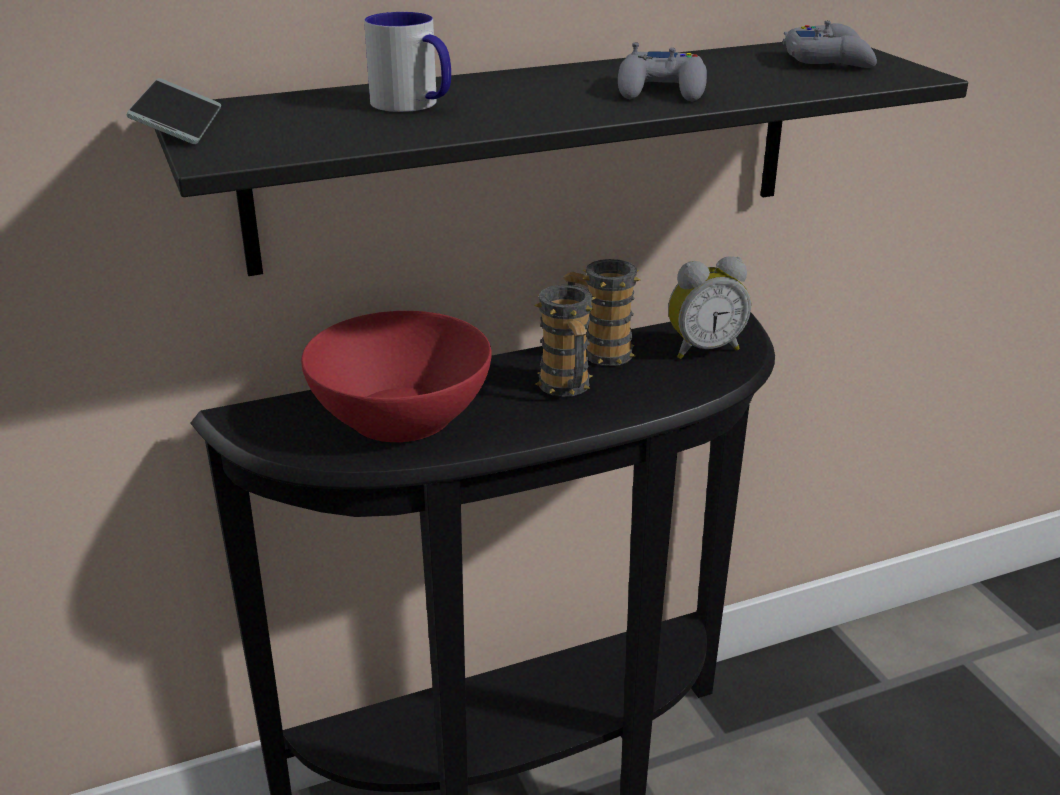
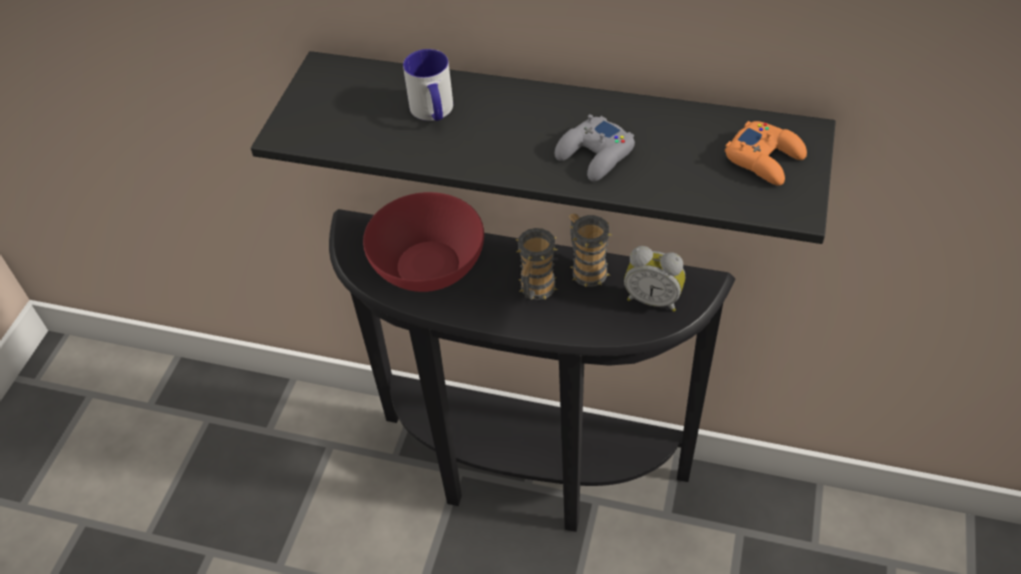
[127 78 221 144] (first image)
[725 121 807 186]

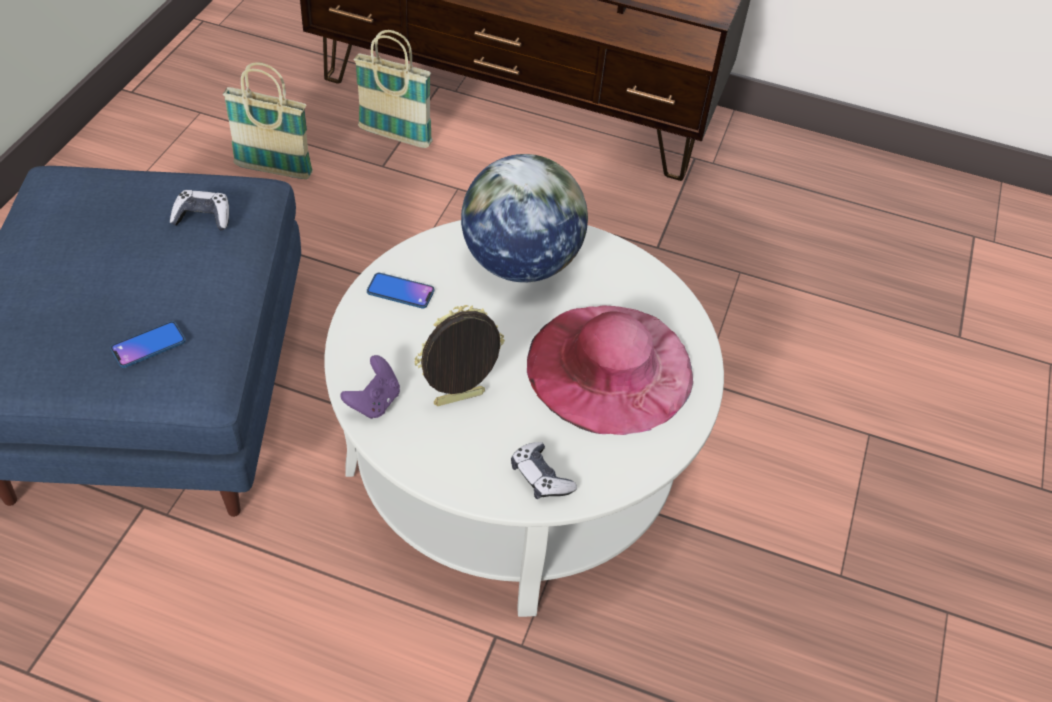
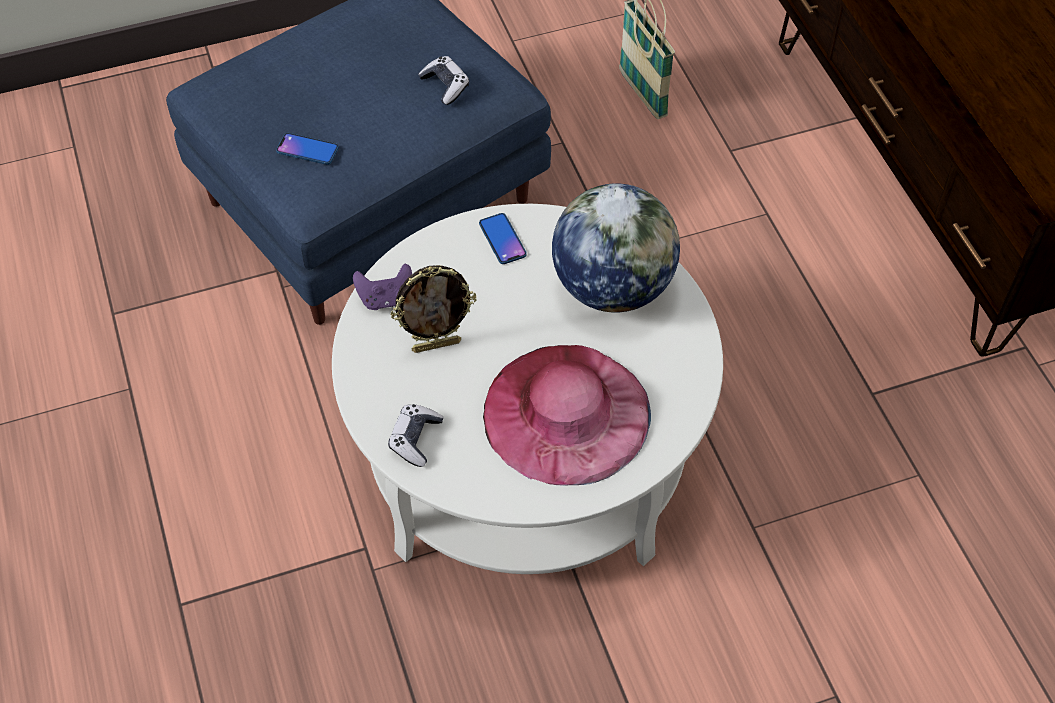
[353 30 433 148] (first image)
[391 265 476 353]

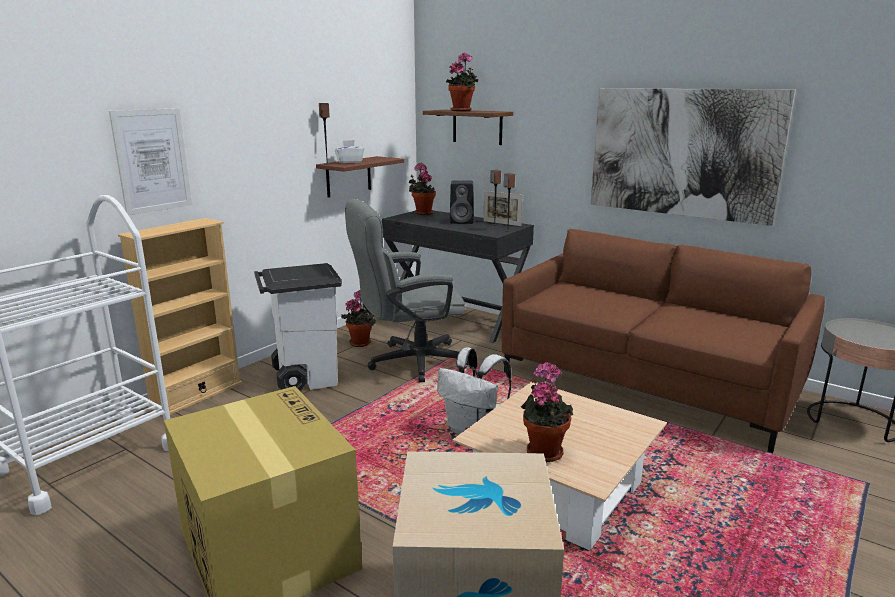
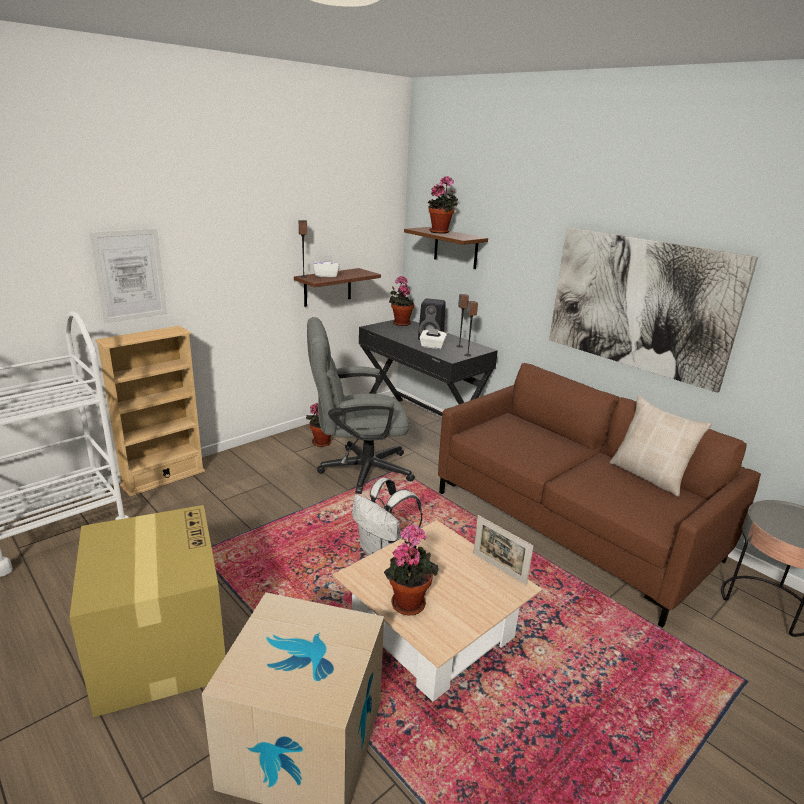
[254 263 342 391] (first image)
[420 328 447 349]
[609 396 712 497]
[473 515 533 585]

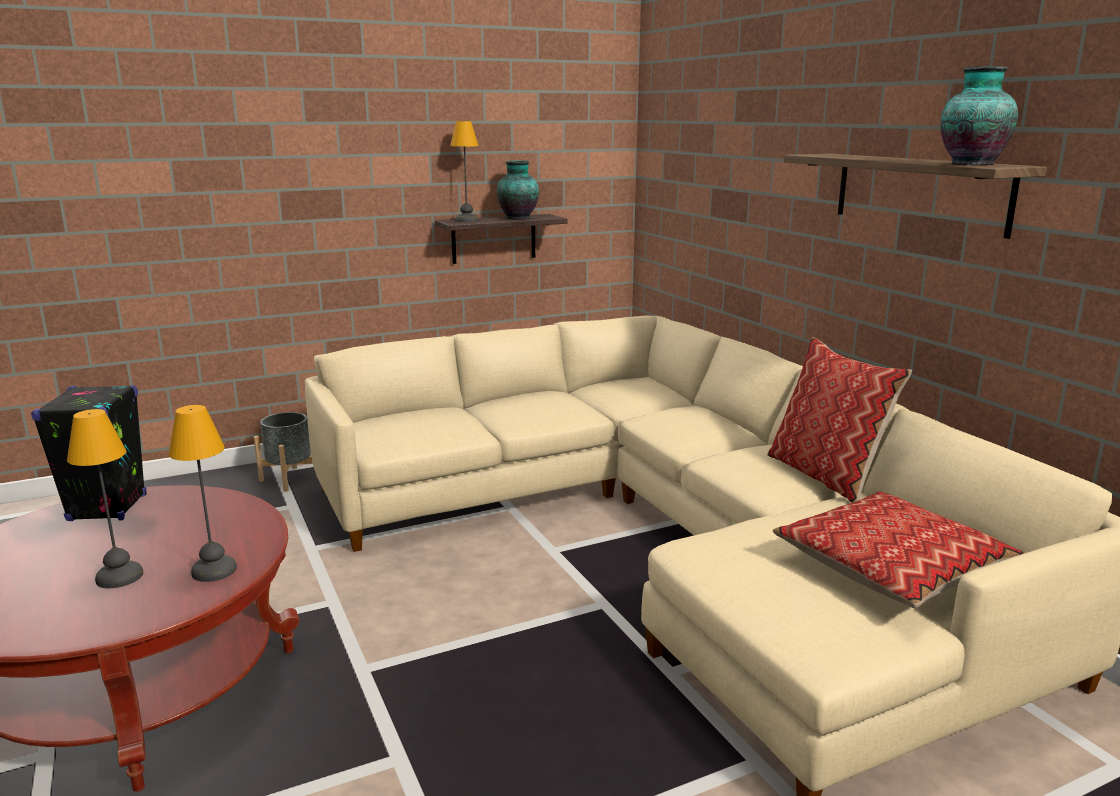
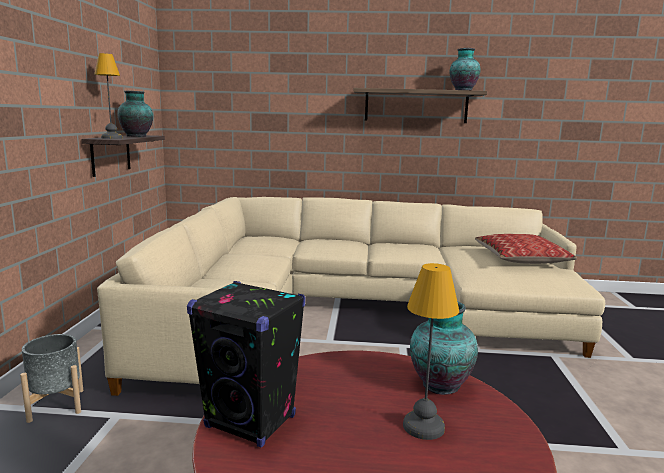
[767 337 912 503] (first image)
[410 301 478 395]

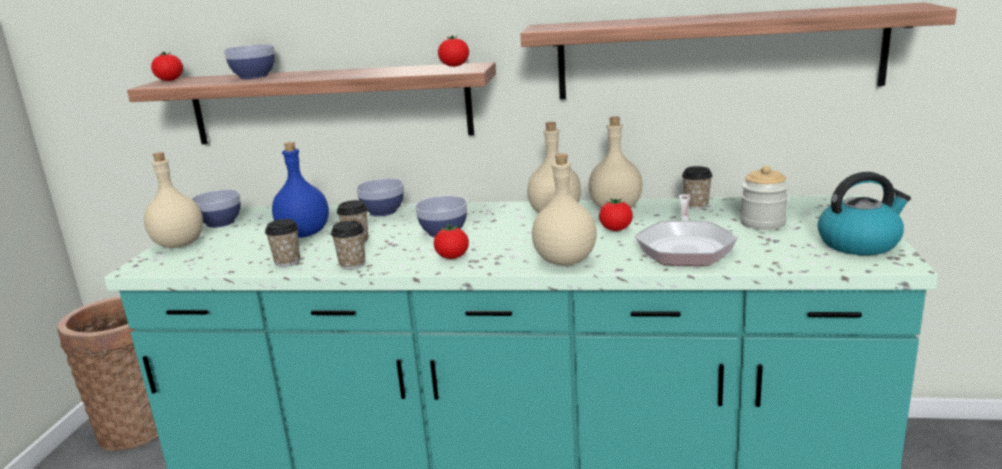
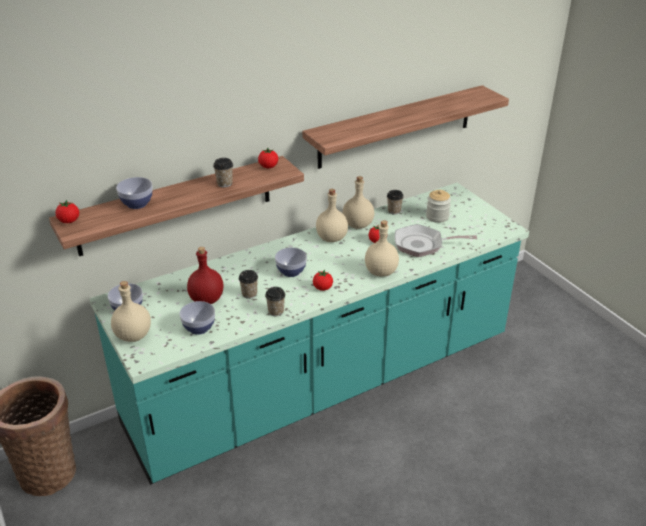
[817 172 911 255] (first image)
[213 158 233 187]
[180 301 215 335]
[187 247 223 304]
[395 224 477 257]

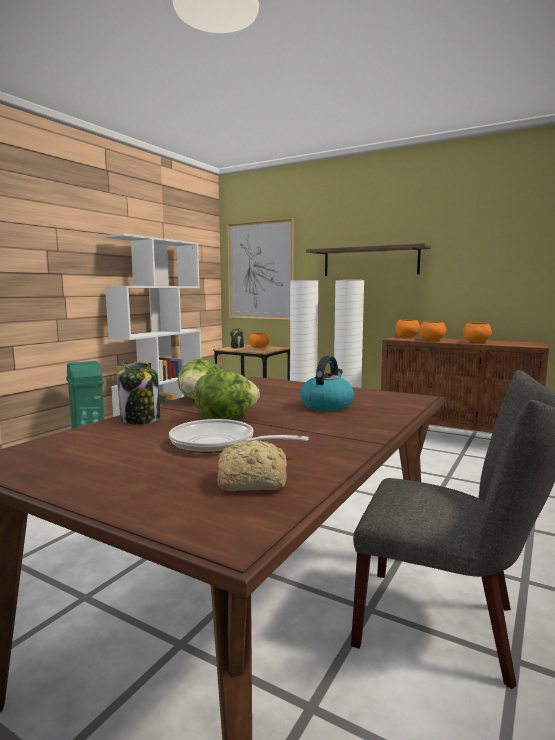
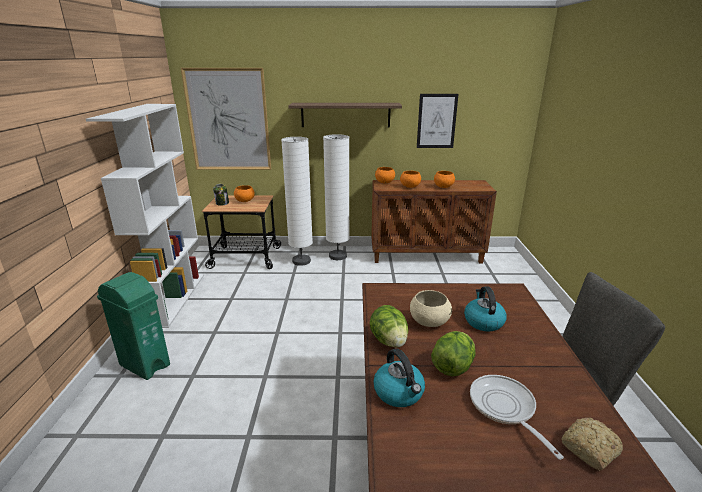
[410 290 452 327]
[417 94 458 148]
[373 348 425 407]
[470 375 564 460]

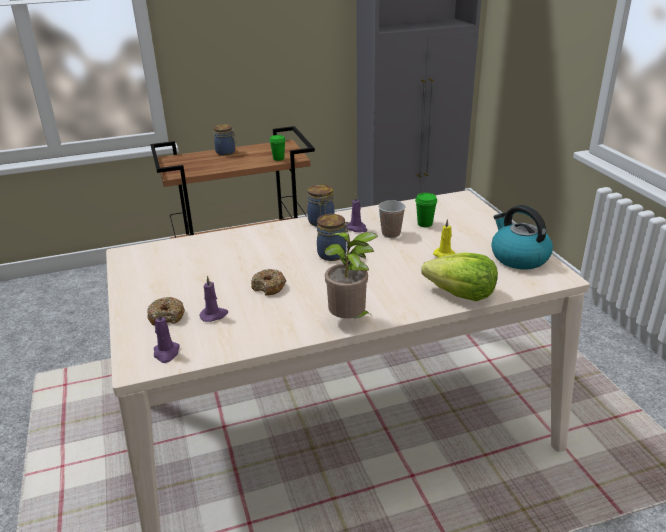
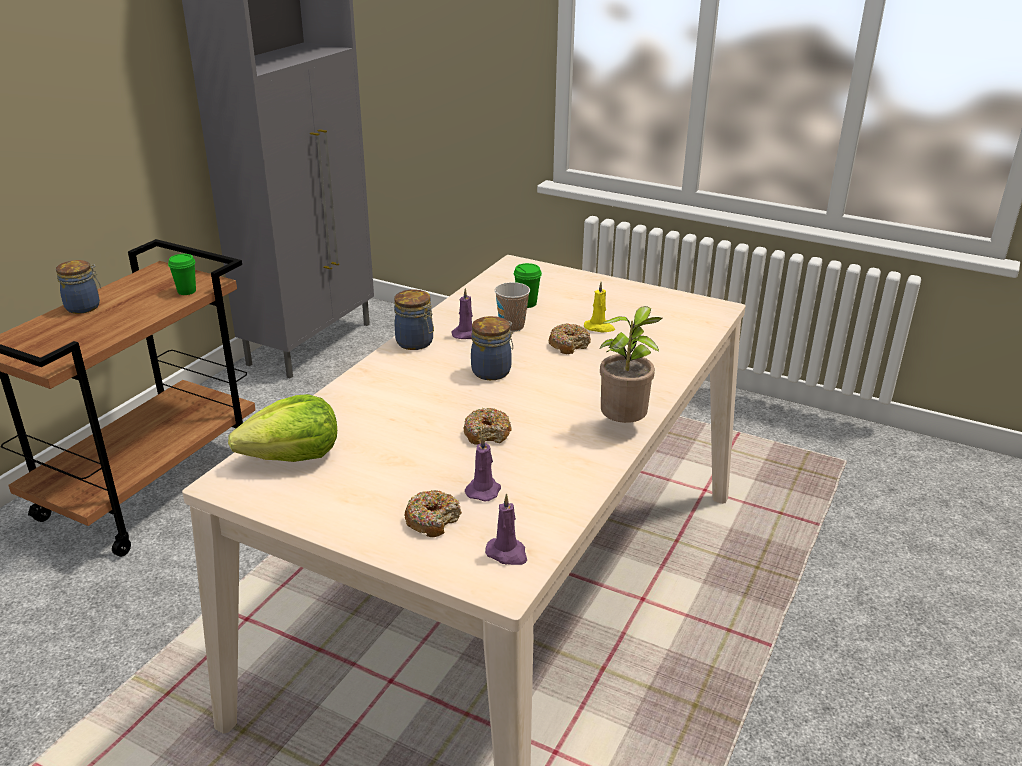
[491 205 553 270] (first image)
[549 324 591 354]
[228 394 337 462]

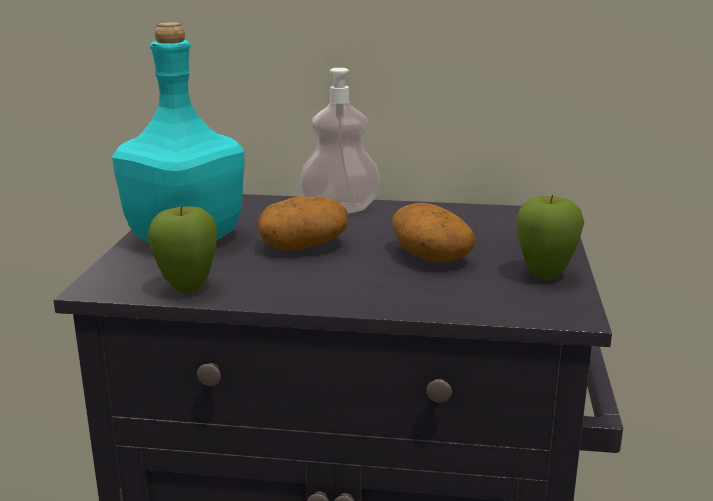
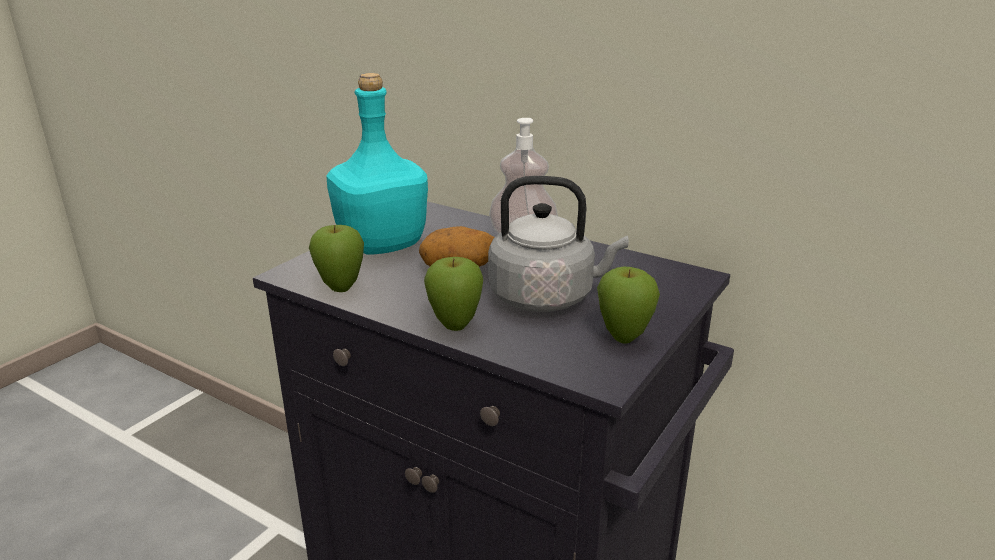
[424 257 483 331]
[488 176 629 312]

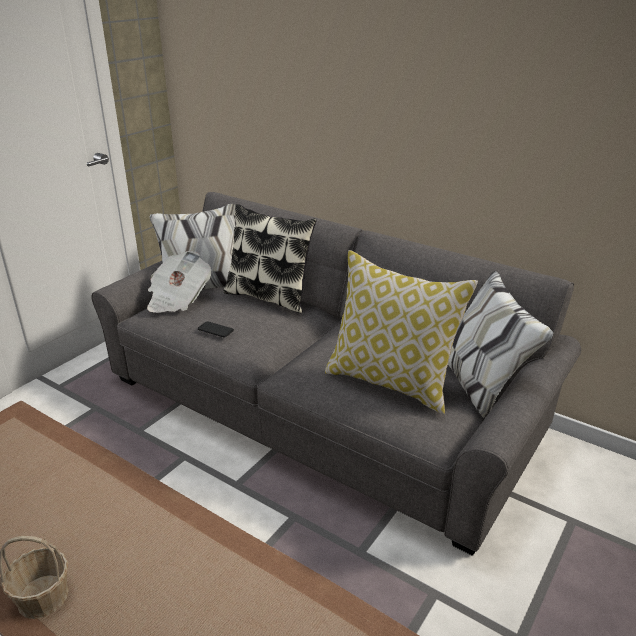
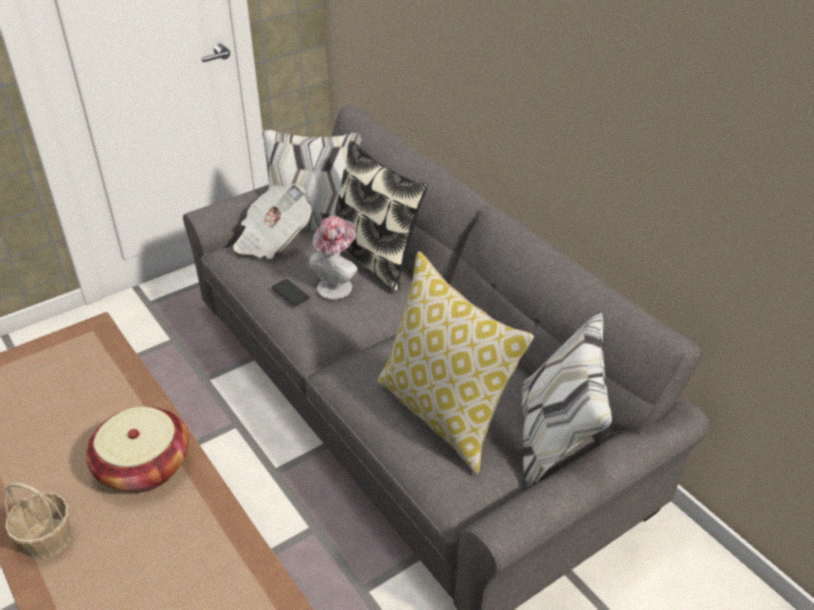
[86 407 189 493]
[309 216 358 299]

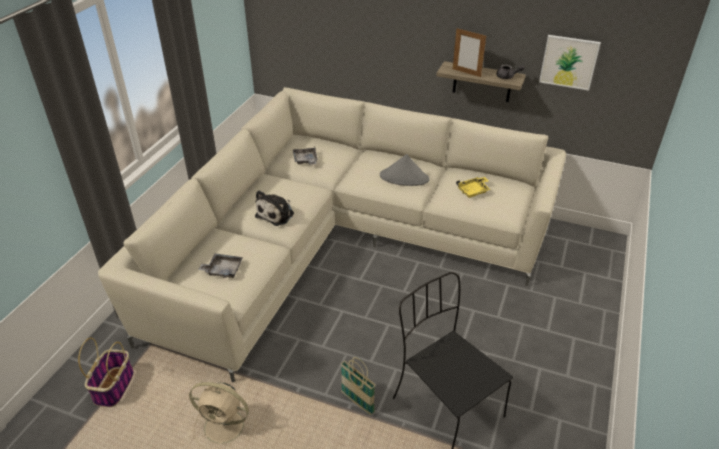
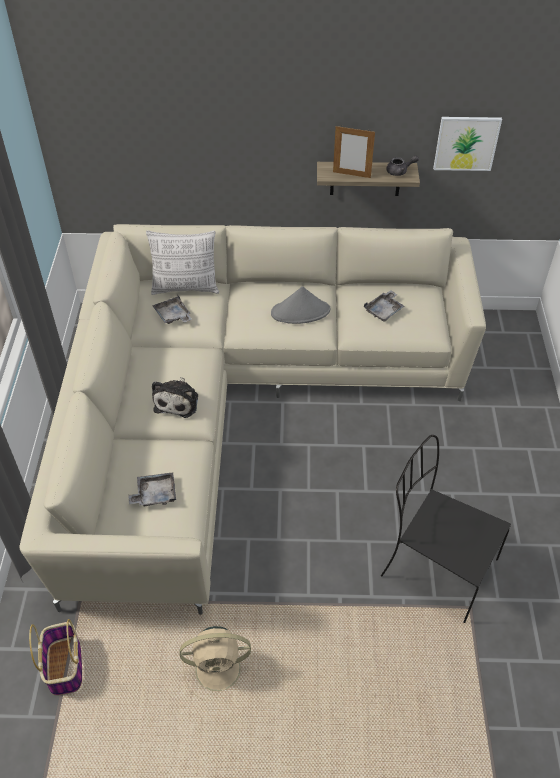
[341 357 376 415] (first image)
[146 231 219 295]
[364 290 404 322]

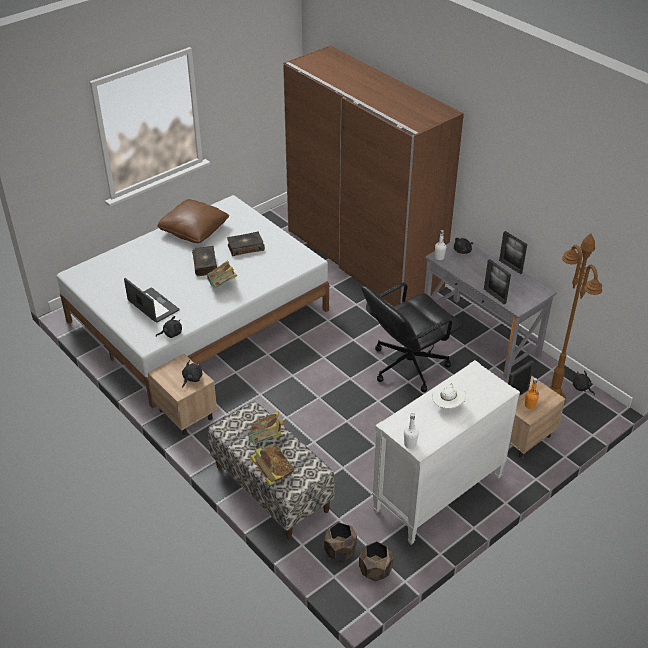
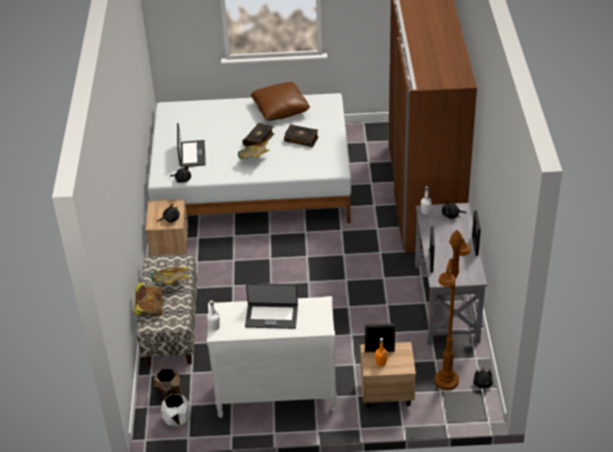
[362 283 463 392] (first image)
[245 283 298 329]
[161 394 190 427]

